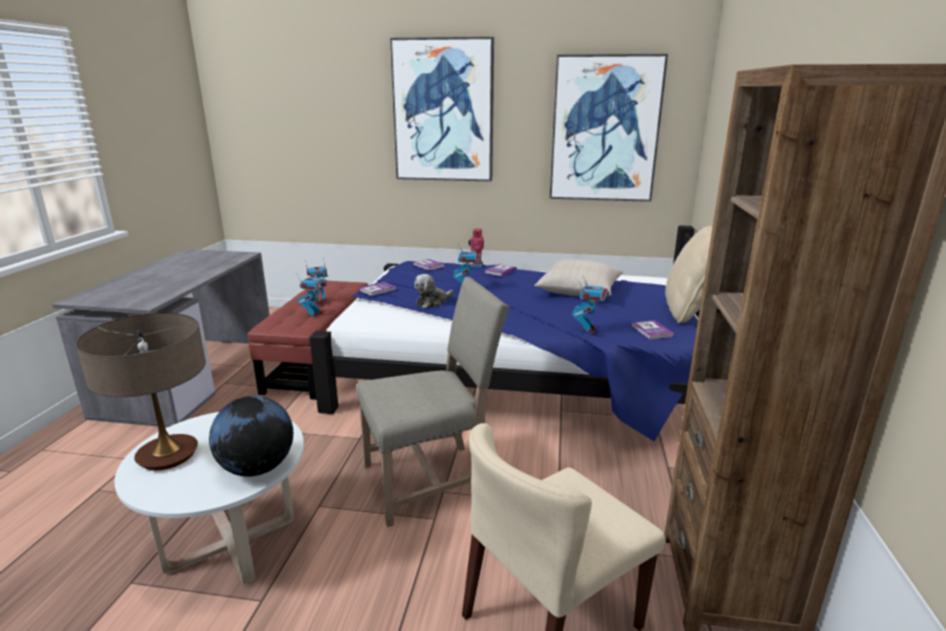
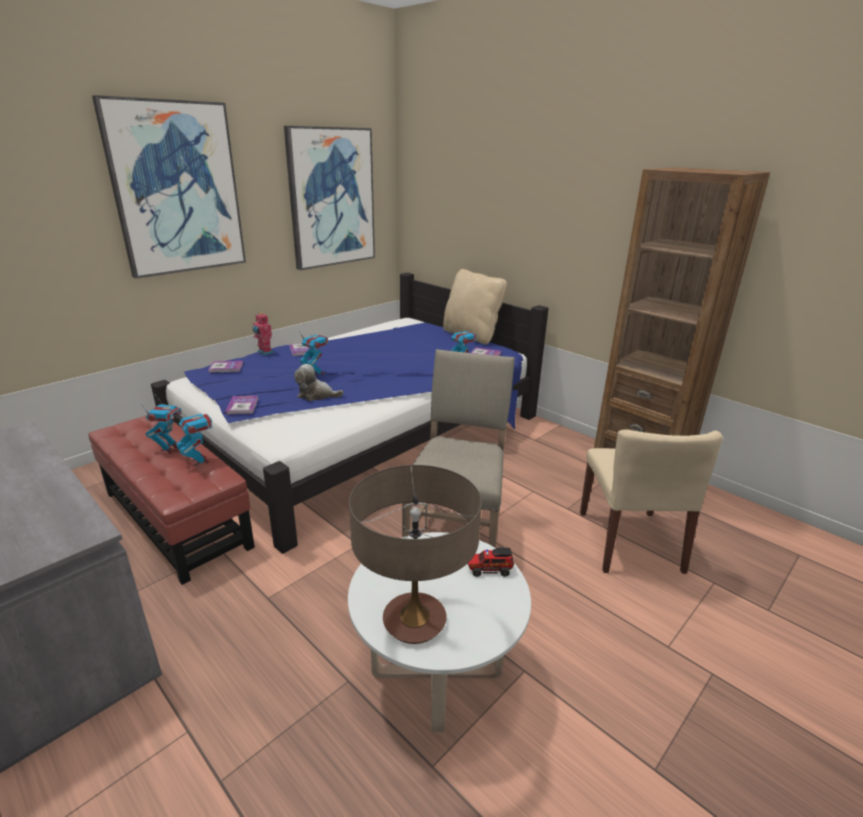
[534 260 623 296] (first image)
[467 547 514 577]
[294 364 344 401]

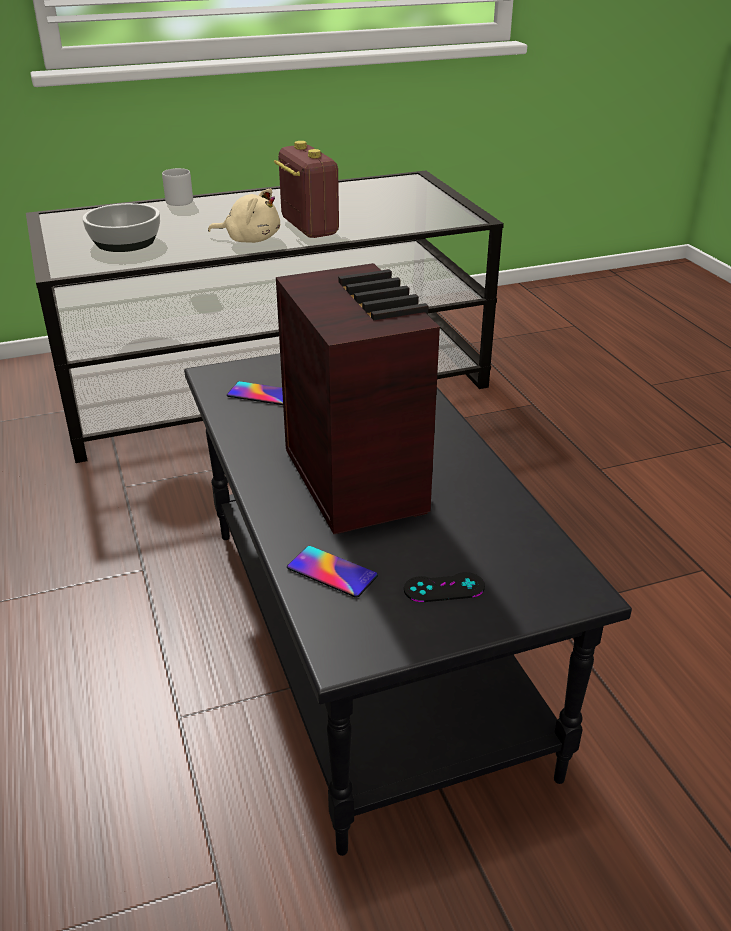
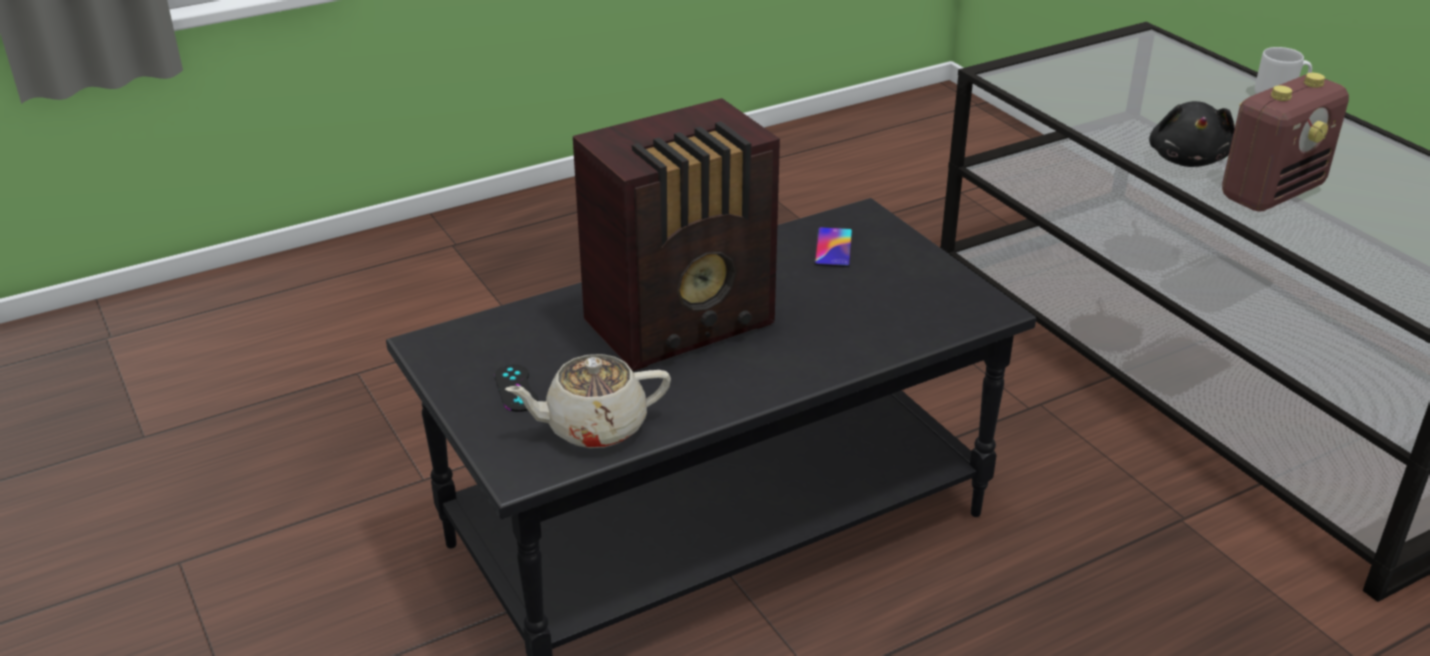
[82 203 160 252] (first image)
[287 546 378 598] (first image)
[505 354 671 448]
[1149 101 1235 167]

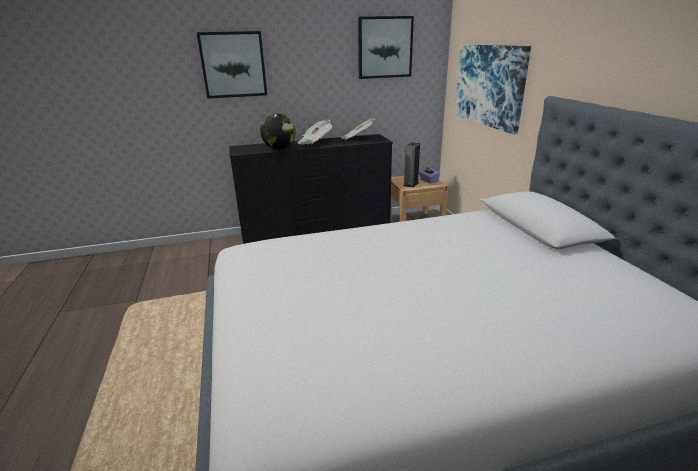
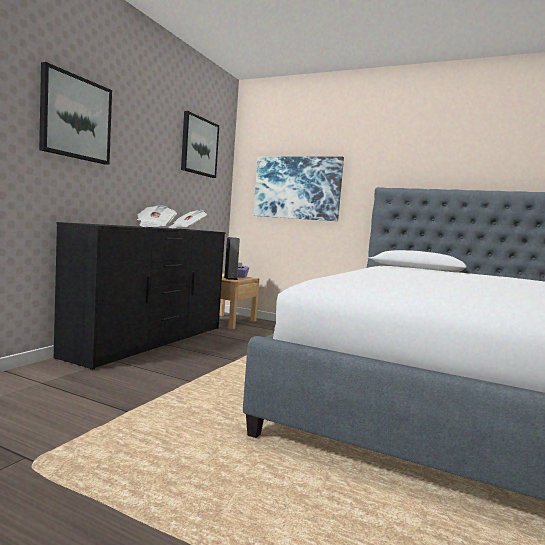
[260 114 296 149] (first image)

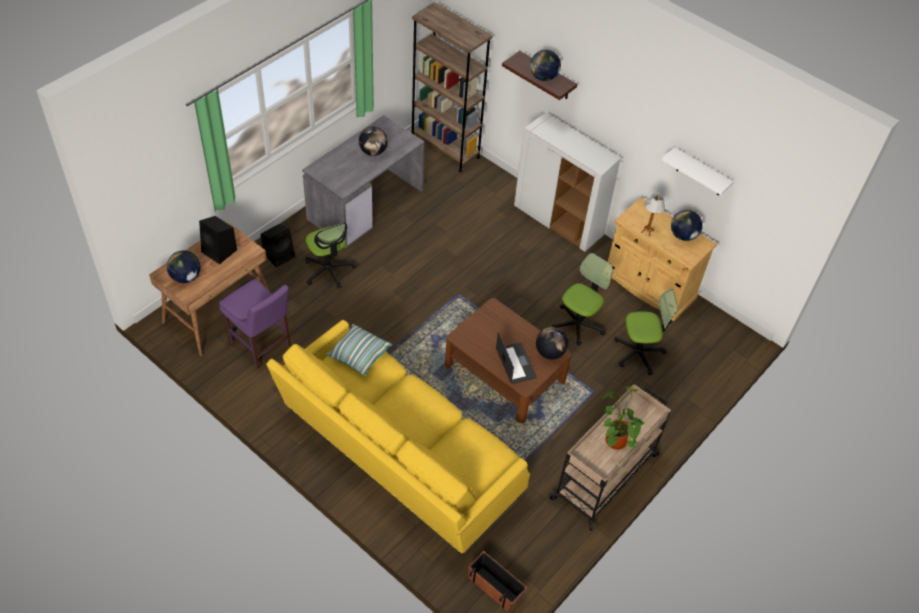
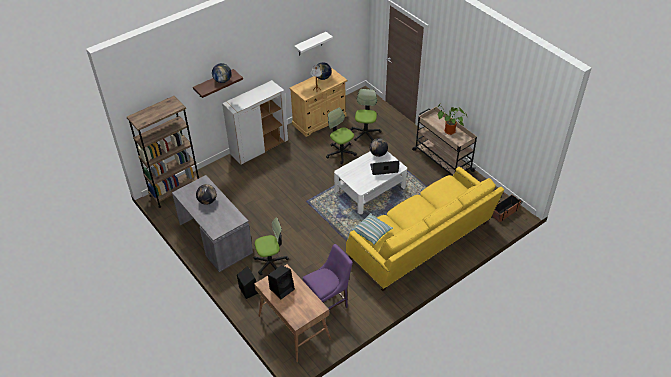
[167 251 200 283] (first image)
[334 151 407 214]

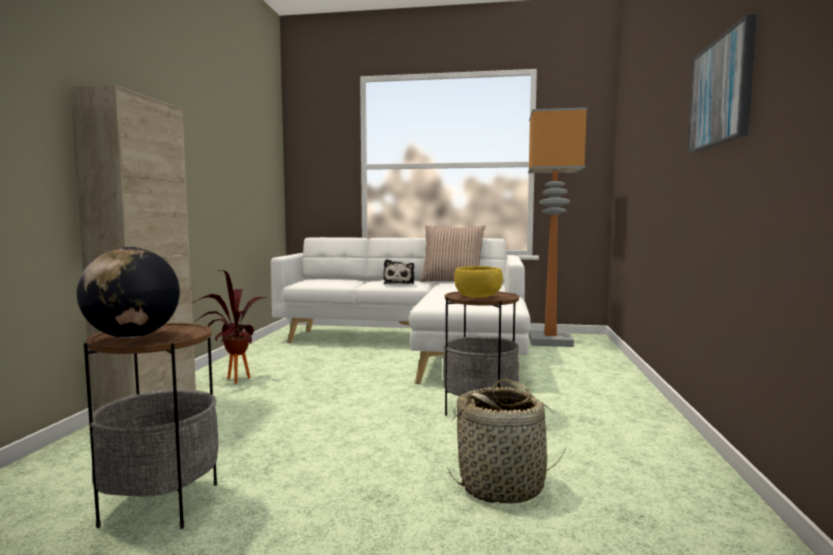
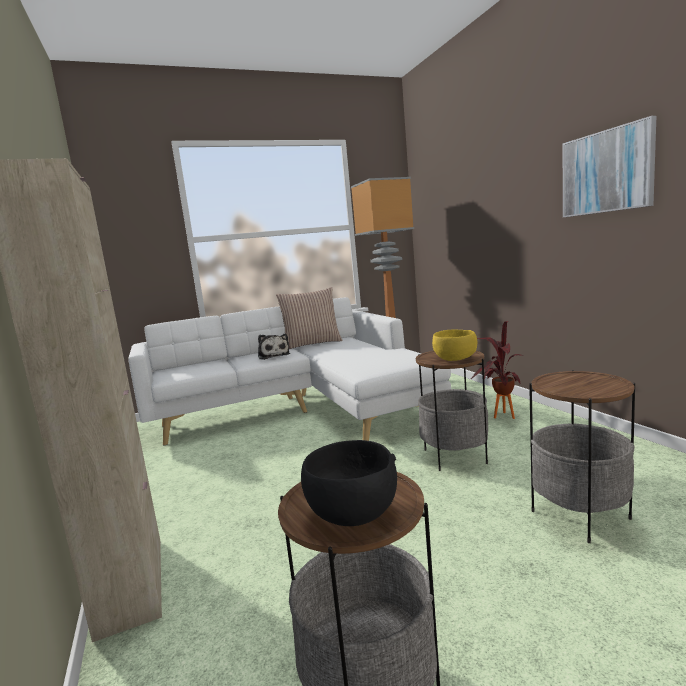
[471 321 524 419]
[301 440 397 526]
[529 370 635 543]

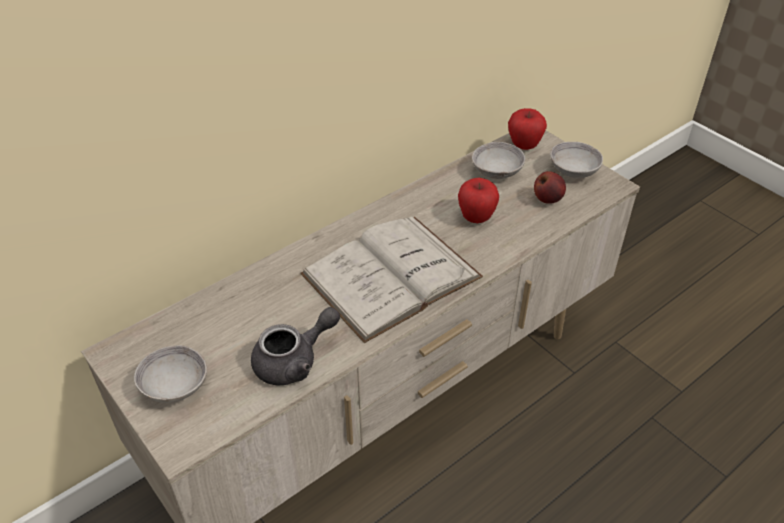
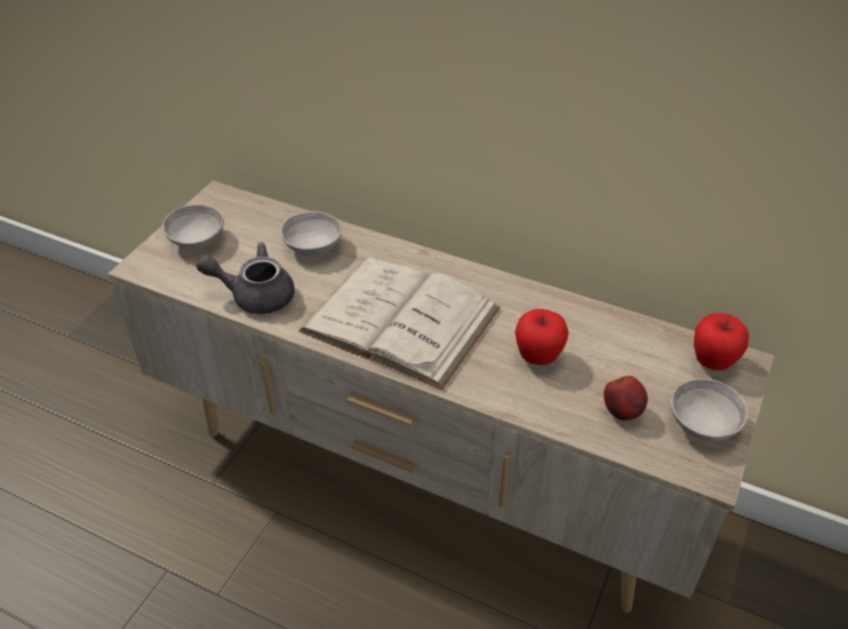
[280 211 342 255]
[196 242 295 314]

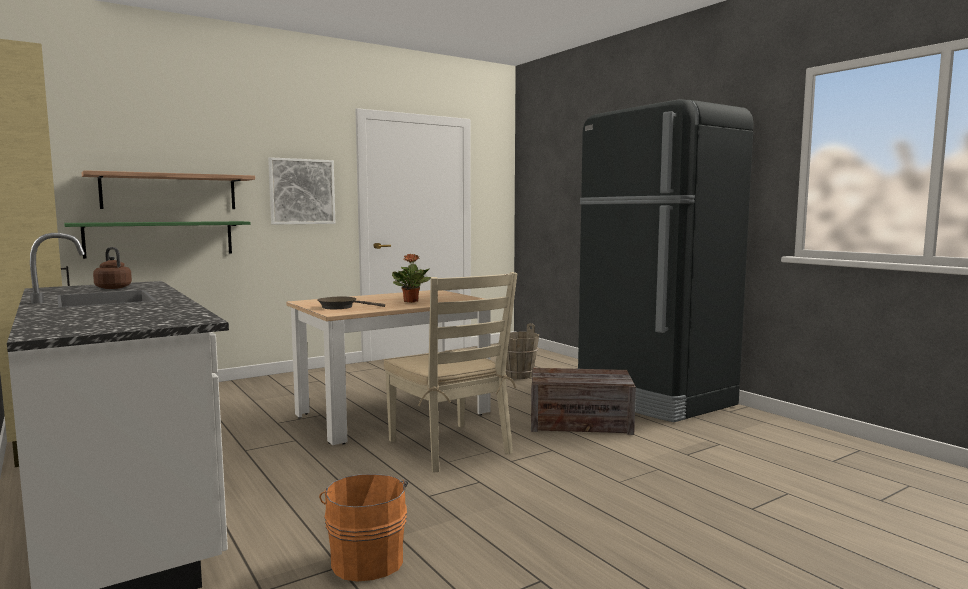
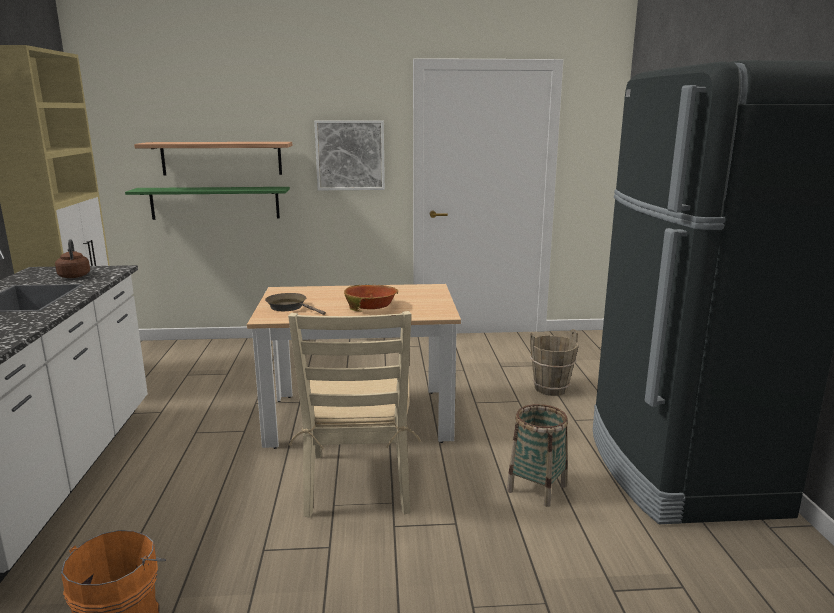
[344 285 398 312]
[507 404 568 507]

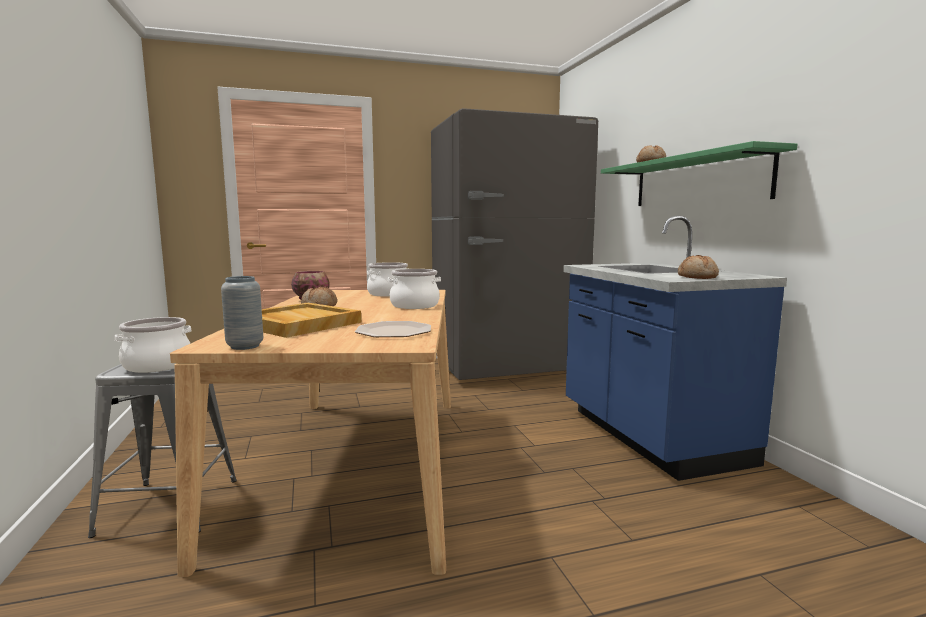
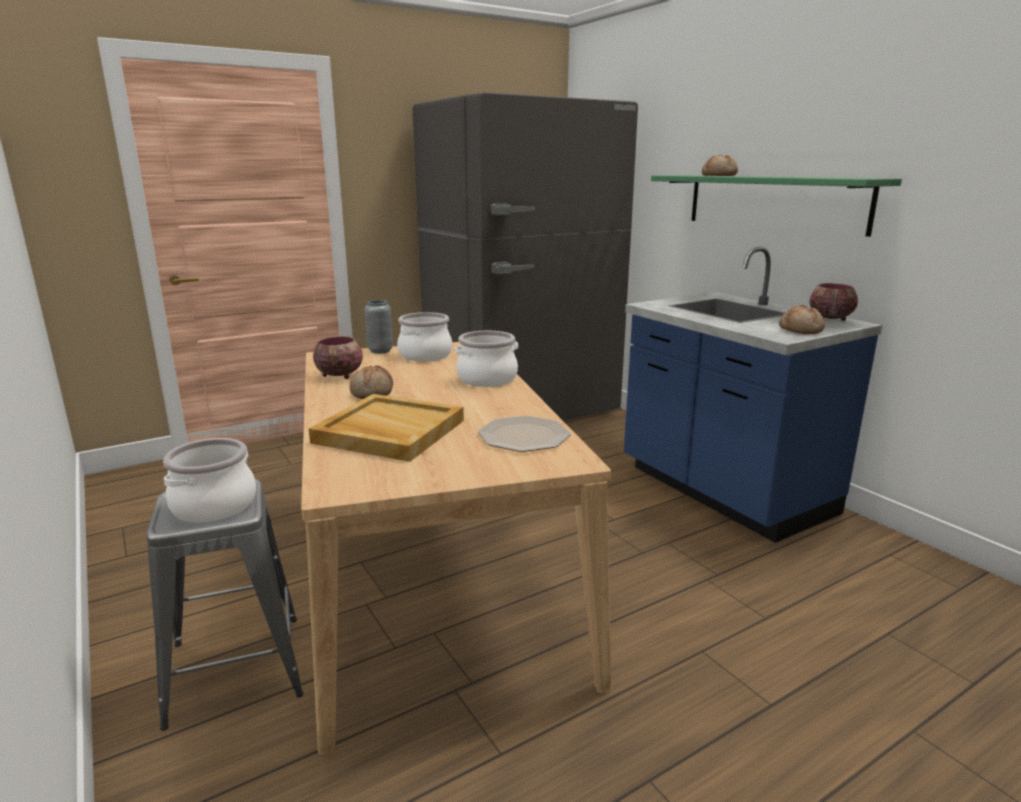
[810 283 858 321]
[365 300 393 354]

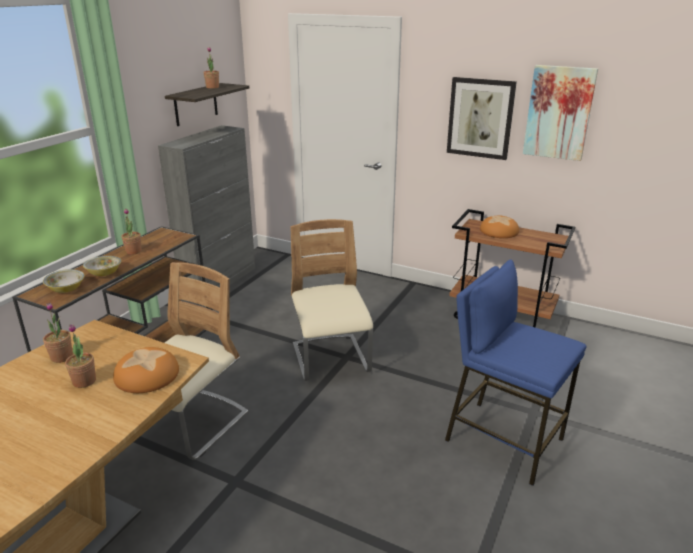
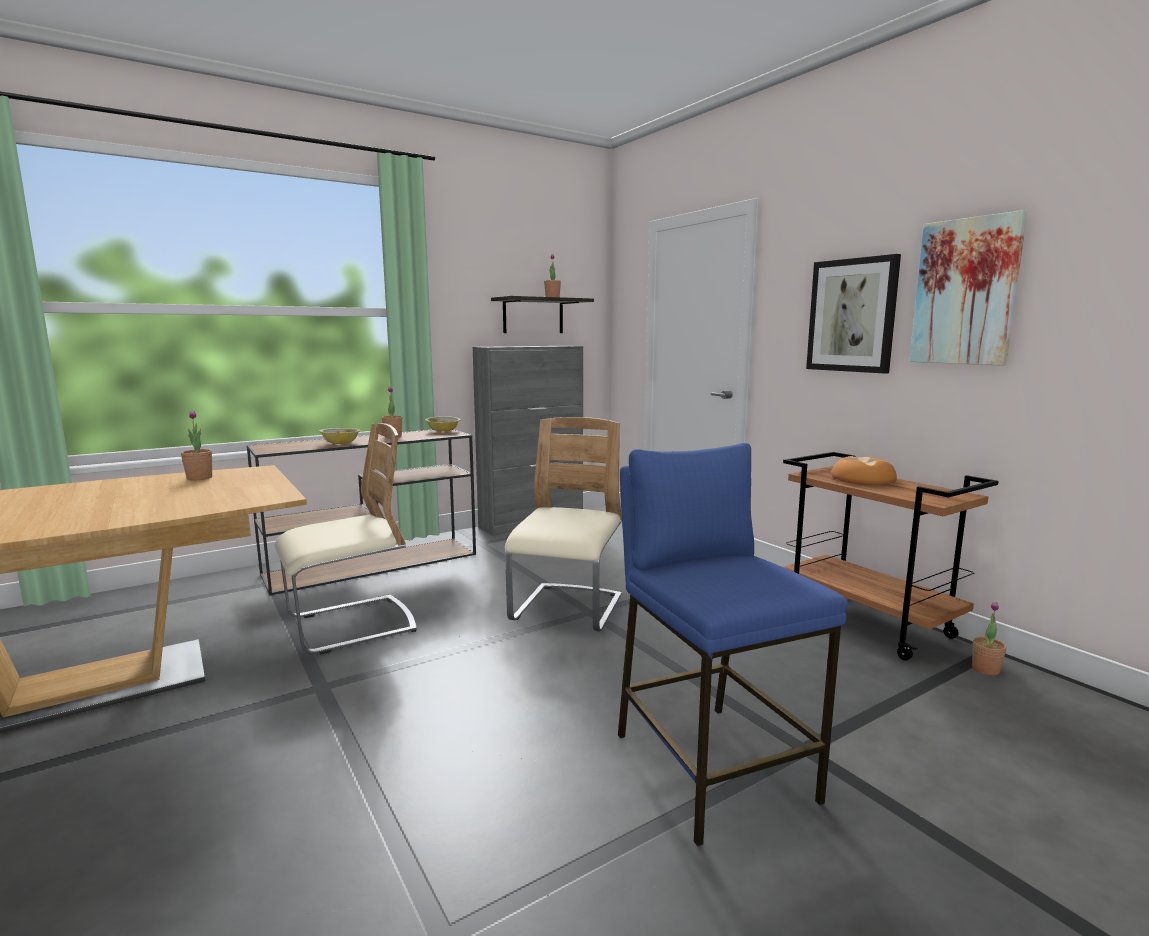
[113 347 179 393] (first image)
[425 416 461 432]
[972 602 1006 675]

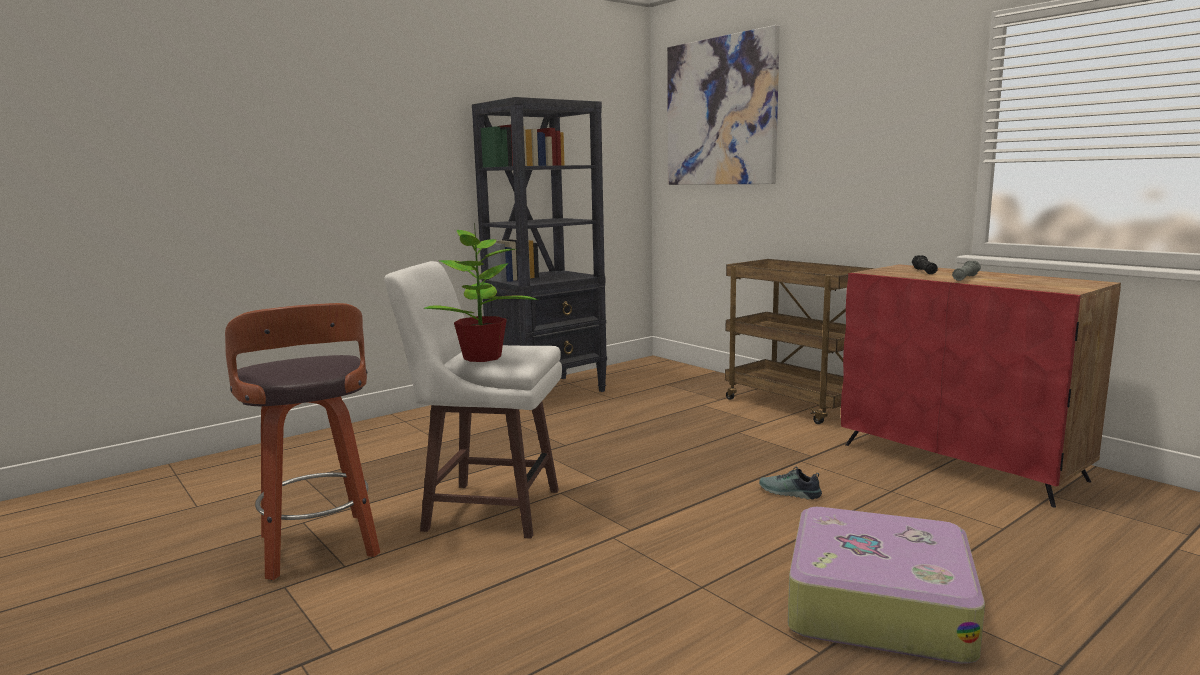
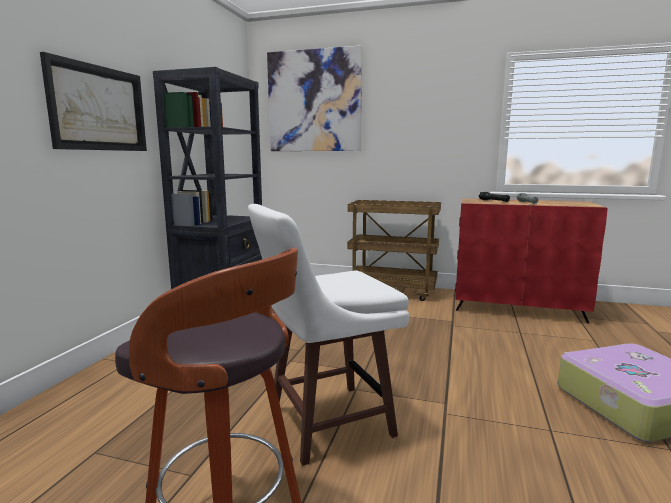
[424 230 538 362] (first image)
[759 467 822 500] (first image)
[40 52 147 151]

